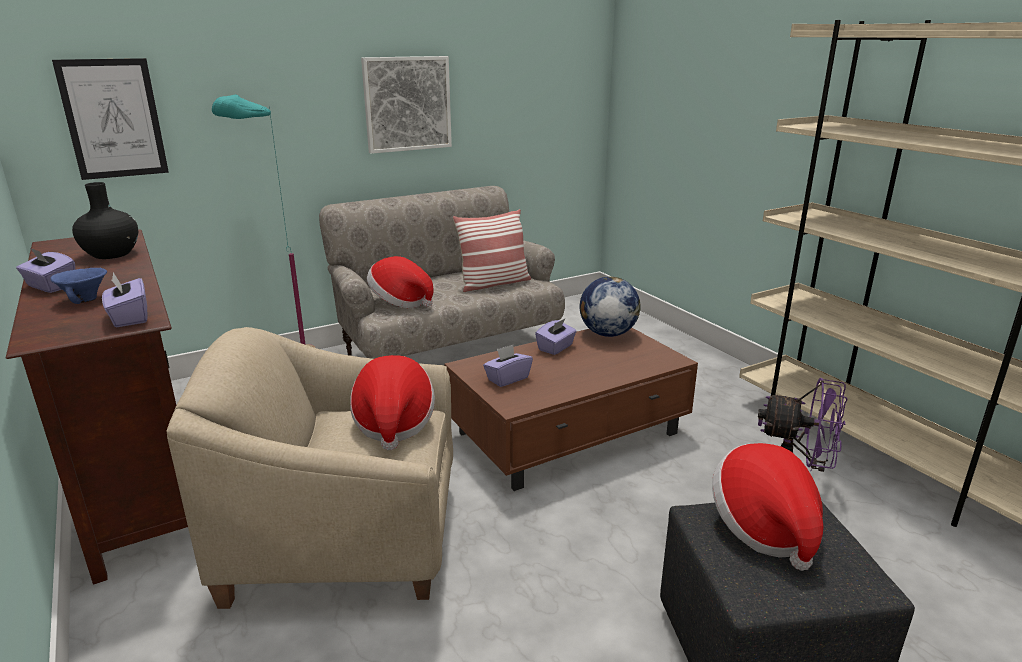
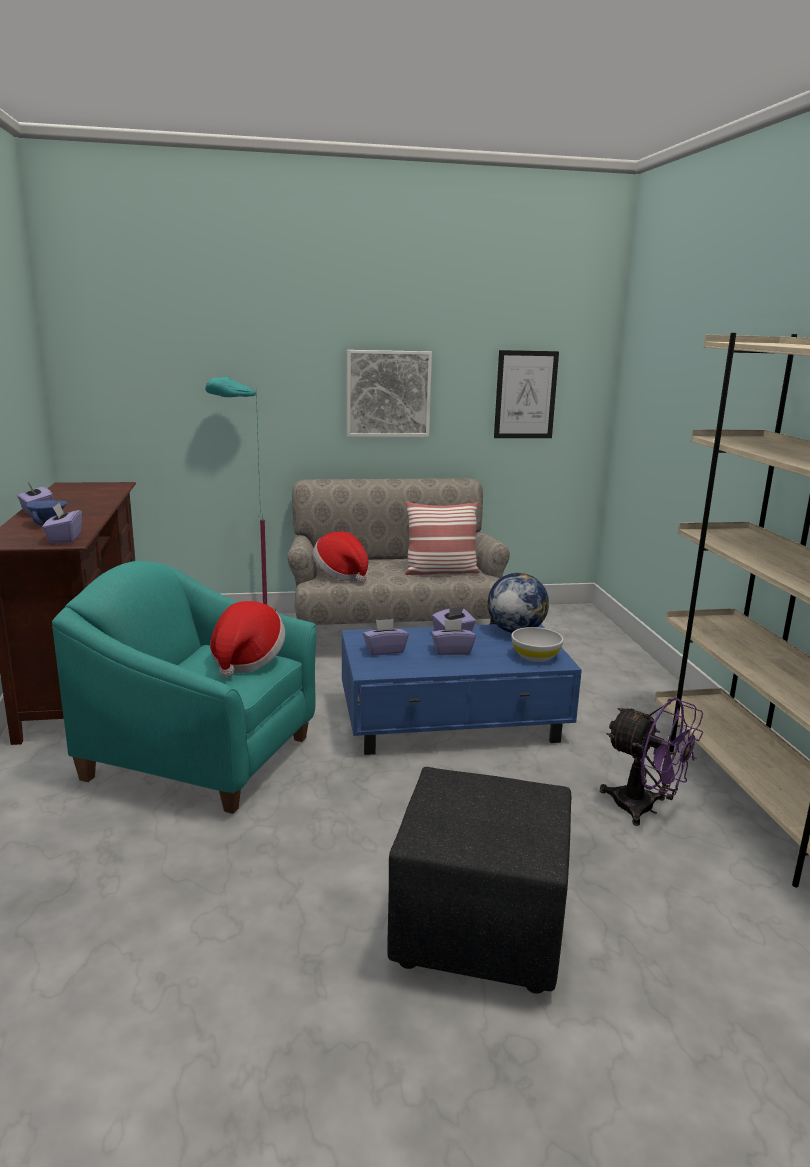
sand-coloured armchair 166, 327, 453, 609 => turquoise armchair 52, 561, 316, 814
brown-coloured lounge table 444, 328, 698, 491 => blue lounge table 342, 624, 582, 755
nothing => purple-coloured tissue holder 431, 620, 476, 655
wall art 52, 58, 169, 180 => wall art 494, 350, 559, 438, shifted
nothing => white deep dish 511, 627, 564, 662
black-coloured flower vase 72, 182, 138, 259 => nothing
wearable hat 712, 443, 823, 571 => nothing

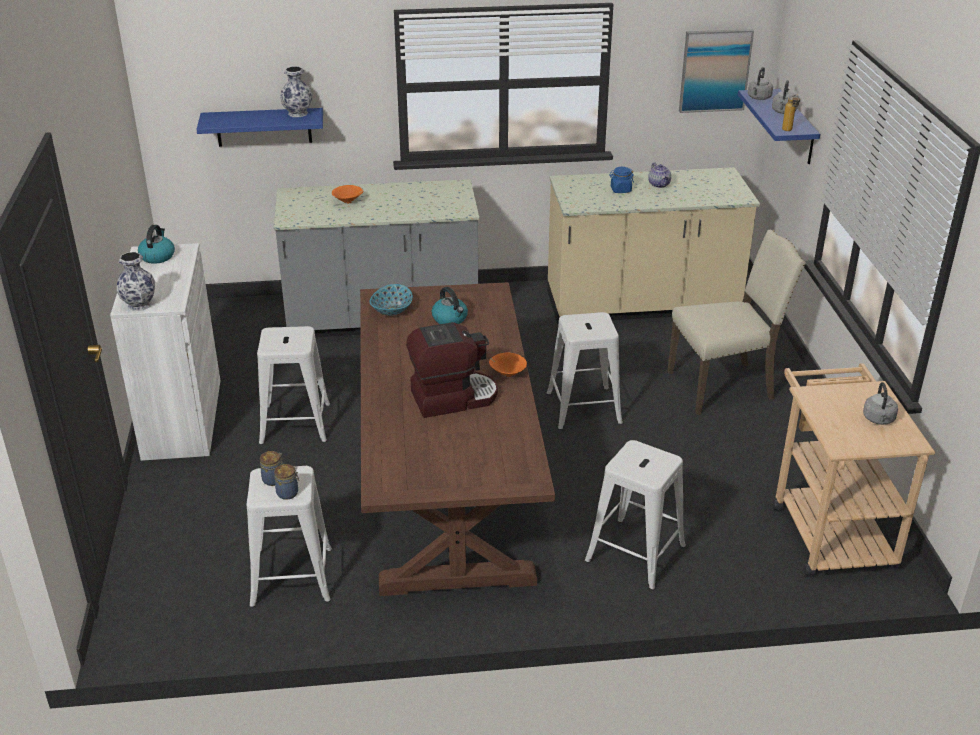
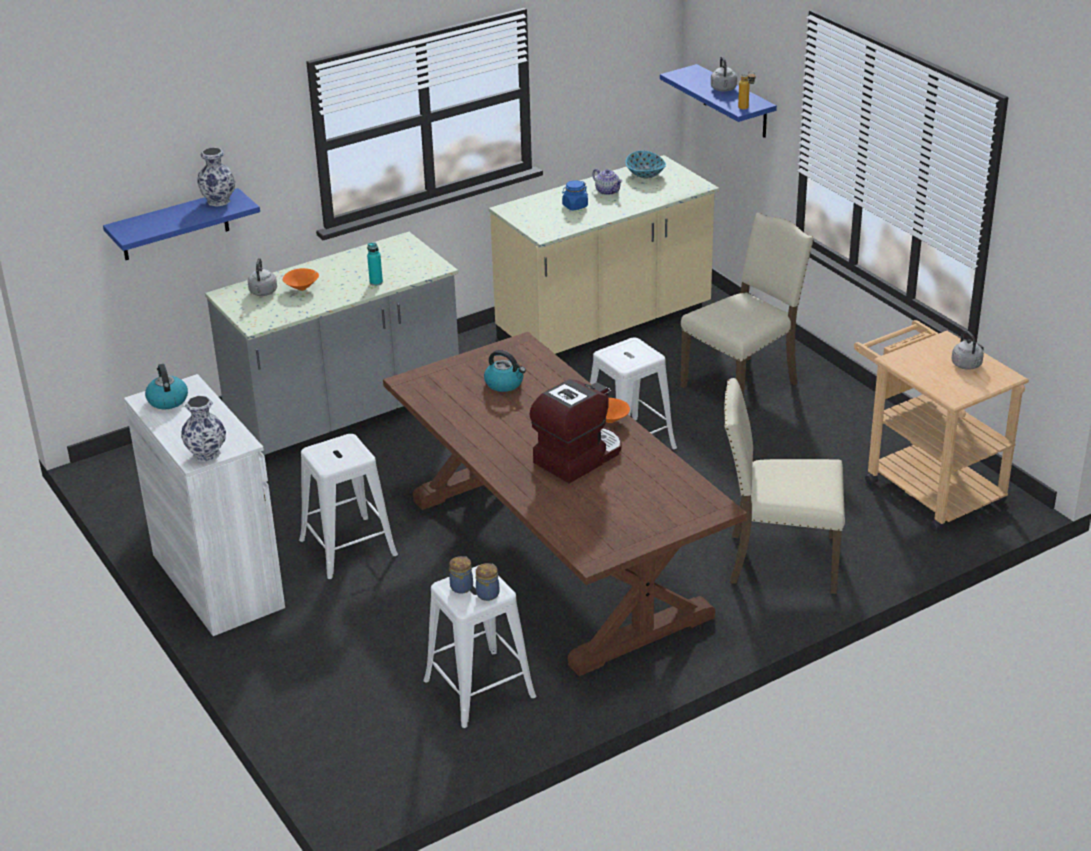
grey tea kettle 748, 67, 773, 100 => grey tea kettle 248, 258, 277, 296, shifted
nothing => turquoise bottle 367, 242, 383, 286
deep dish 370, 284, 413, 316 => deep dish 625, 151, 666, 179, shifted
white stool seat 585, 440, 686, 590 => sand-coloured upright chair 724, 378, 845, 594
wall art 679, 29, 754, 113 => nothing

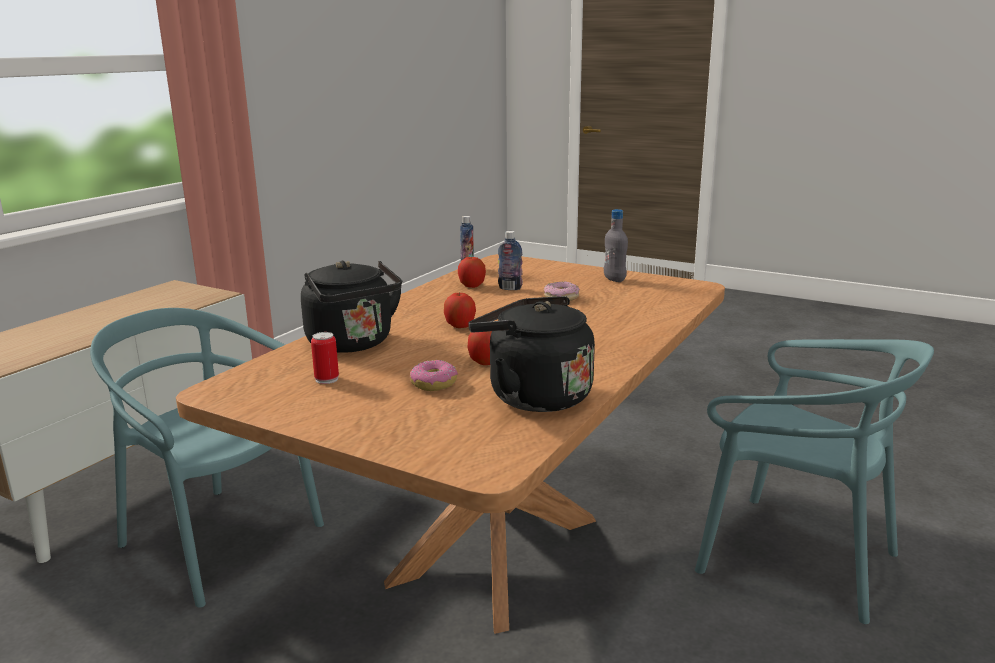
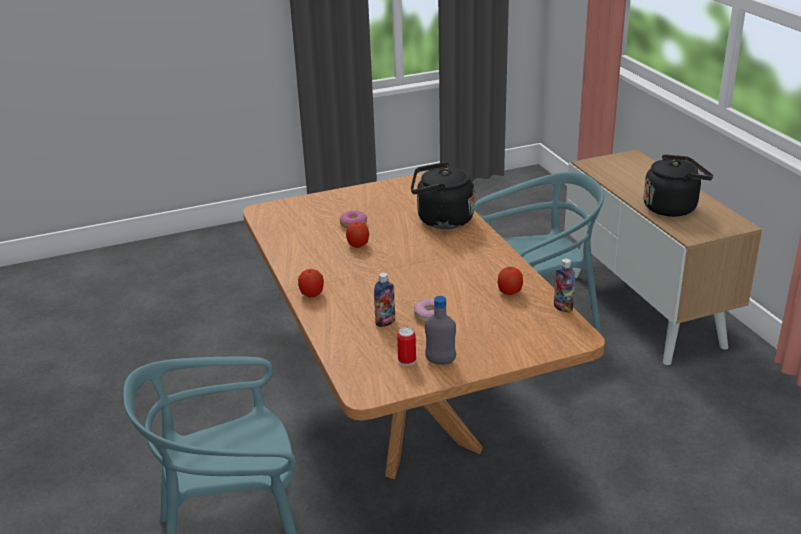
apple fruit 444, 292, 476, 328 => apple fruit 298, 269, 324, 298, shifted
bottle 498, 231, 523, 290 => bottle 374, 273, 395, 327, shifted
can 311, 332, 339, 384 => can 397, 327, 416, 366, shifted
black-coloured tea kettle 468, 296, 595, 412 => black-coloured tea kettle 643, 154, 713, 217, shifted

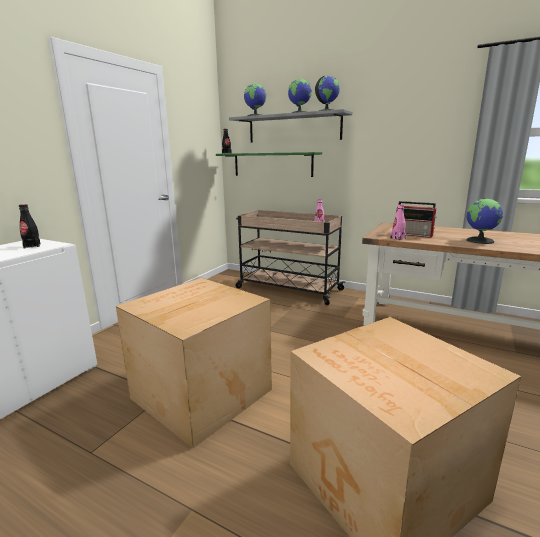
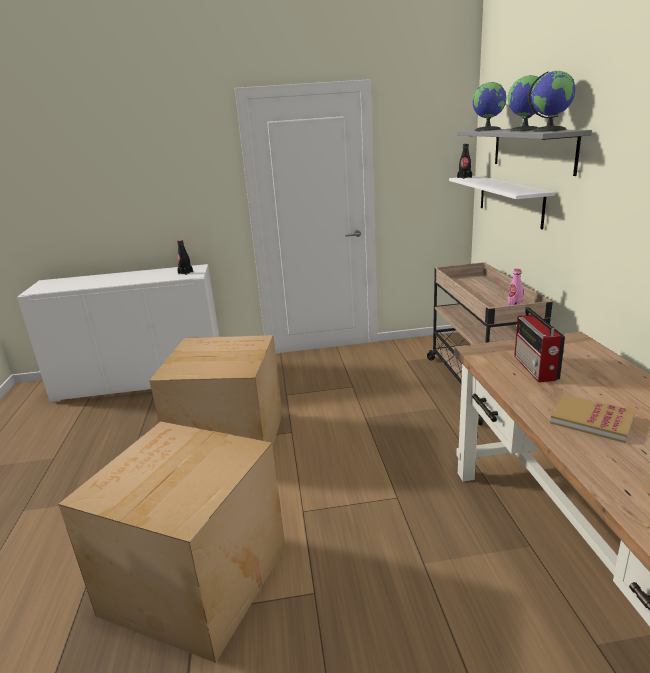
greenish wall shelf 216, 152, 322, 177 => white wall shelf 449, 176, 555, 229
globe 466, 198, 503, 244 => bound book 550, 394, 635, 443
pinkish bottle 390, 204, 406, 240 => nothing

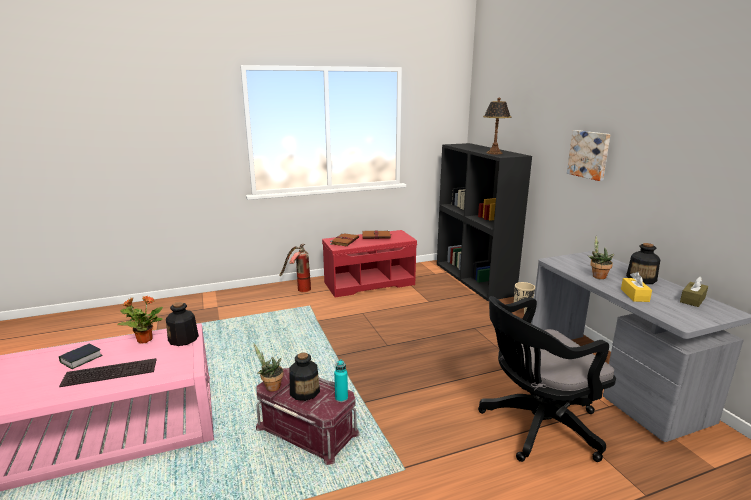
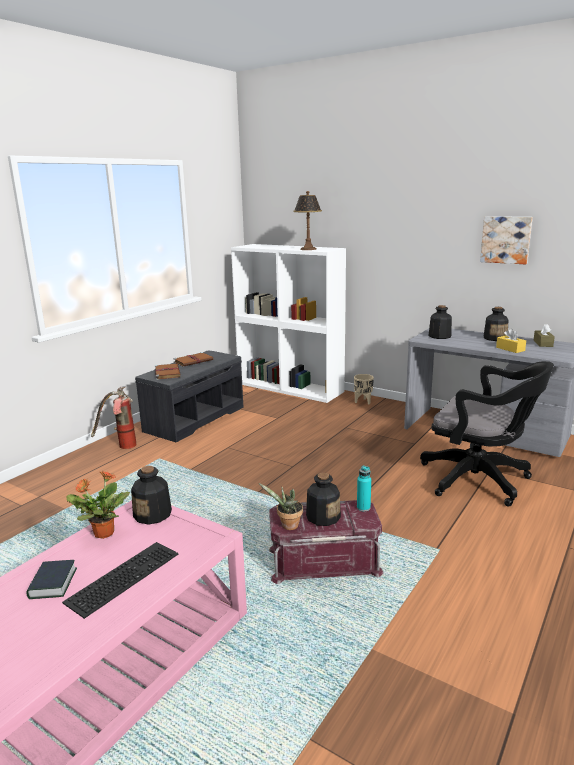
red indoor bench 322, 230, 417, 298 => grey indoor bench 135, 350, 243, 443
black-coloured shelving unit 437, 143, 532, 301 => white shelving unit 231, 244, 346, 403
black-coloured computer chair 478, 296, 616, 462 => black-coloured computer chair 420, 361, 554, 507, 90 degrees counterclockwise
nothing => bottle 428, 305, 452, 339
wall art 567, 130, 611, 181 => wall art 480, 216, 533, 264, shifted
potted plant 588, 236, 615, 279 => nothing

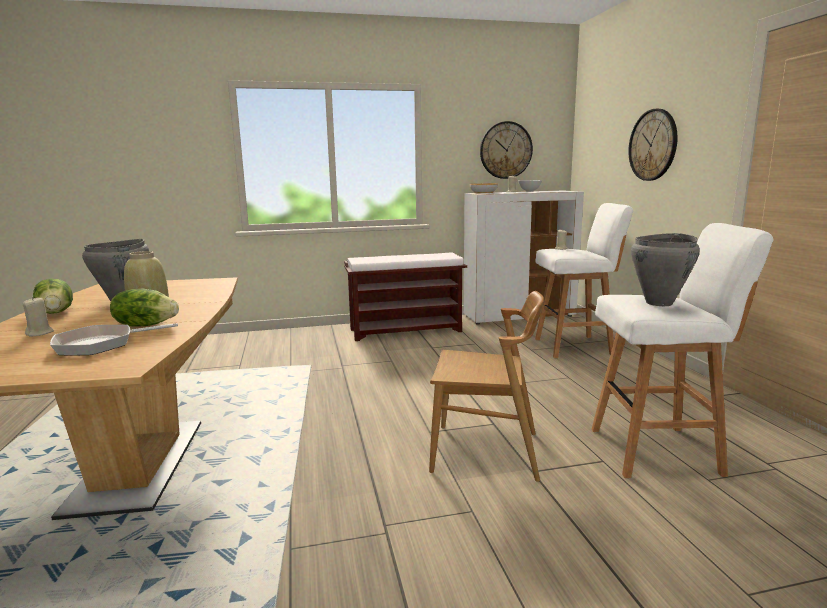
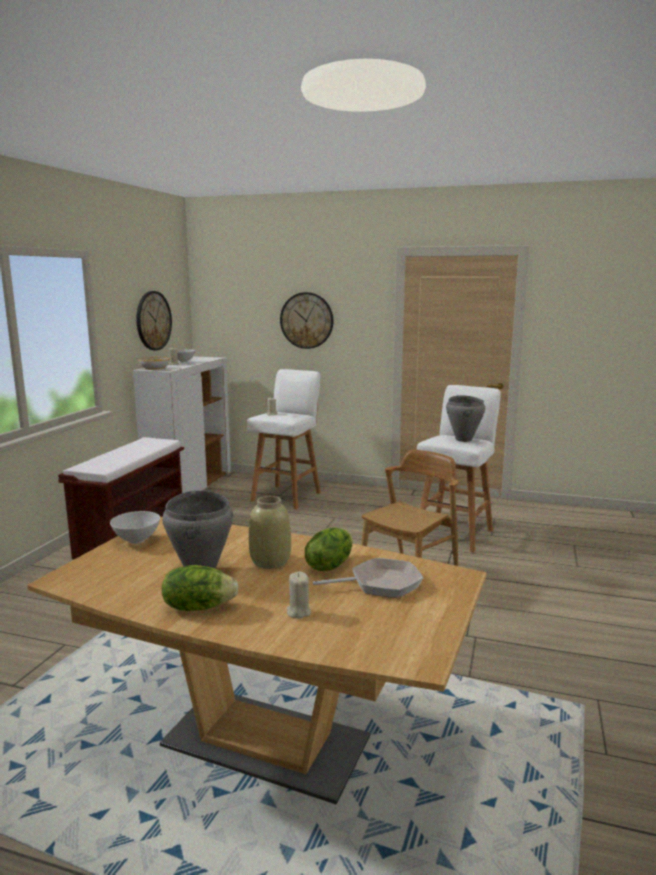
nothing => white deep dish 110, 511, 160, 544
frying pan 50, 323, 178, 355 => frying pan 313, 558, 423, 598, 105 degrees counterclockwise

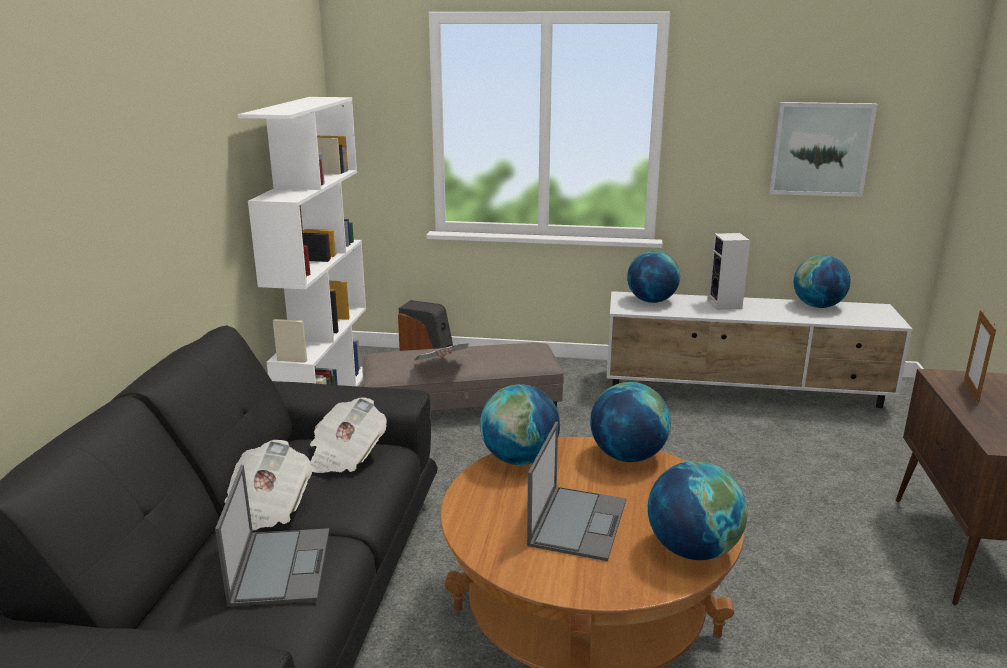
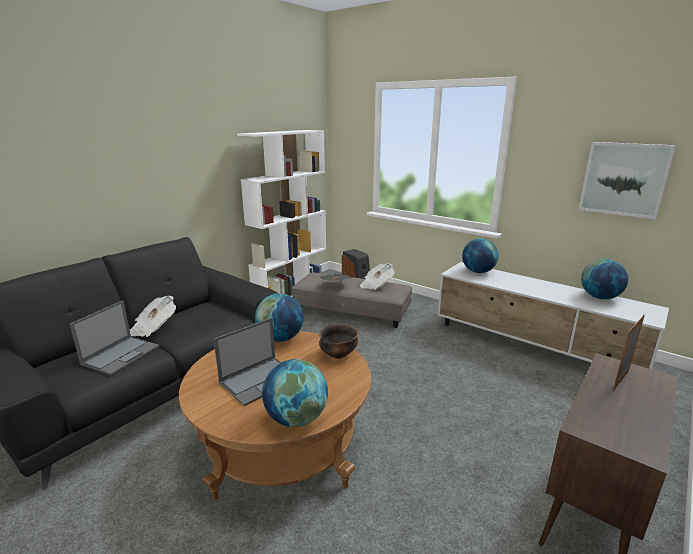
globe 590, 382, 671, 462 => deep dish 319, 324, 358, 359
daily paper 310, 397, 387, 473 => daily paper 360, 263, 395, 290, shifted
loudspeaker 707, 233, 750, 310 => nothing

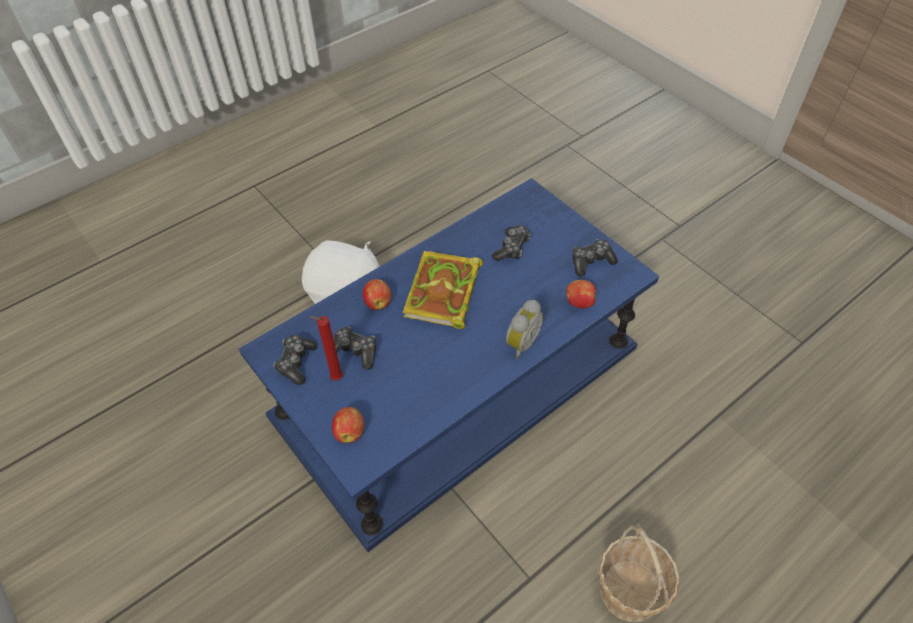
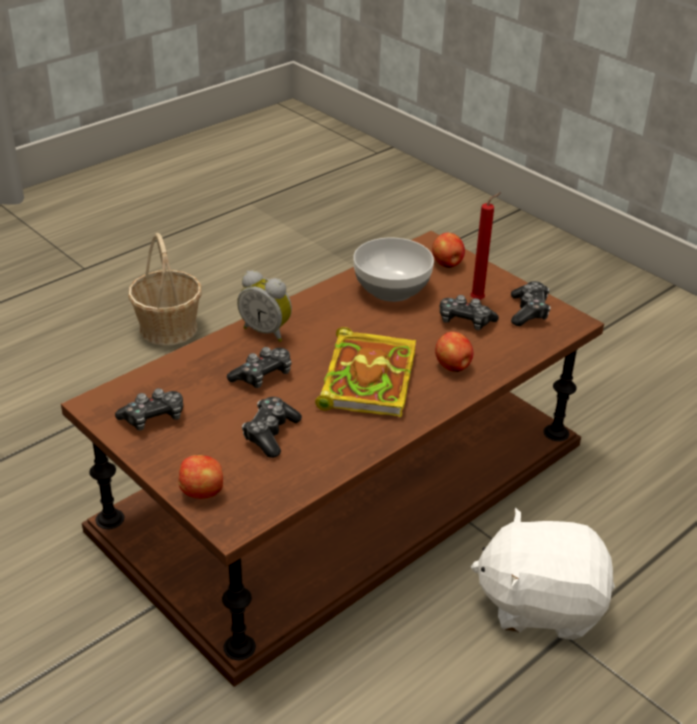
blue lounge table 239, 178, 659, 552 => brown-coloured lounge table 61, 231, 604, 687
apple fruit 566, 280, 596, 308 => apple fruit 178, 455, 223, 499, shifted
nothing => gamepad 227, 347, 291, 388
alarm clock 506, 300, 544, 358 => alarm clock 237, 271, 292, 342, 90 degrees counterclockwise
nothing => deep dish 353, 238, 434, 302

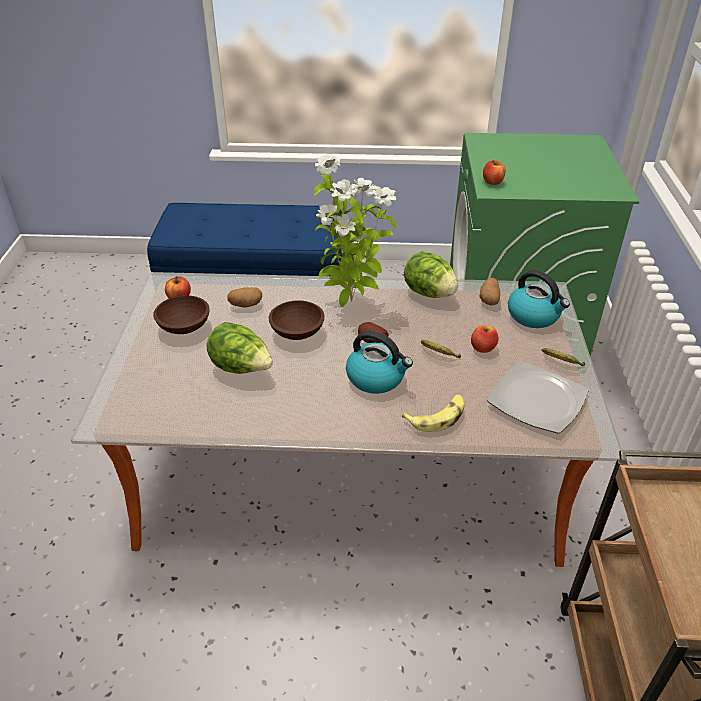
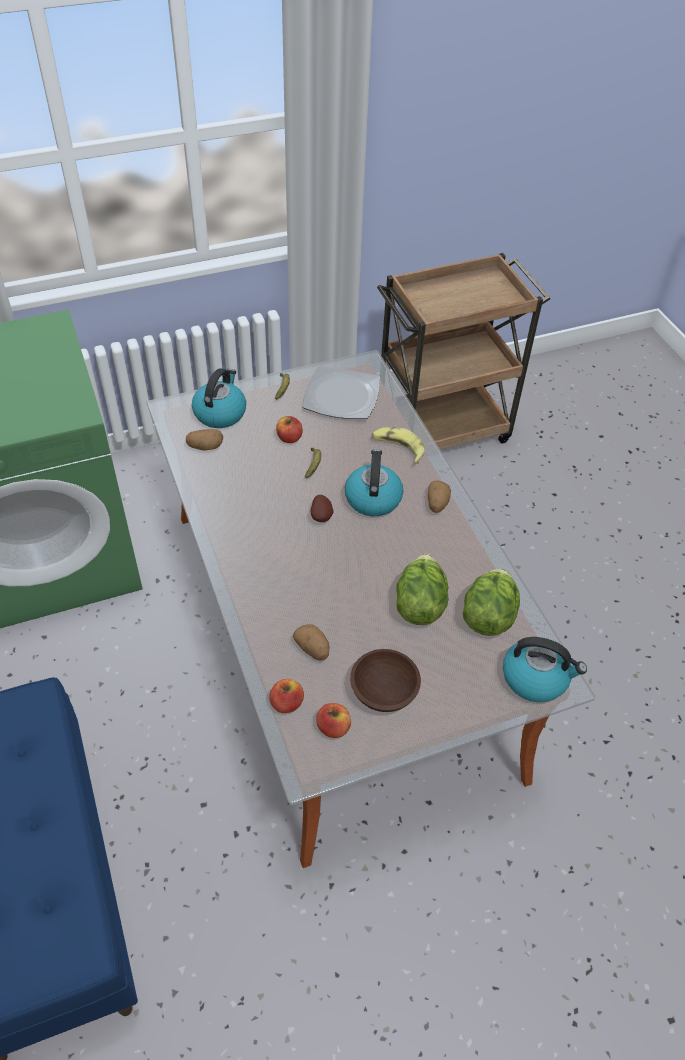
apple fruit 483, 160, 506, 185 => apple fruit 269, 679, 304, 713, shifted
nothing => potato 428, 480, 451, 513
lettuce 404, 251, 458, 298 => lettuce 463, 569, 520, 636, shifted
nothing => tea kettle 503, 637, 587, 702
brown-coloured deep dish 269, 300, 325, 340 => nothing
potted plant 314, 155, 396, 307 => nothing

